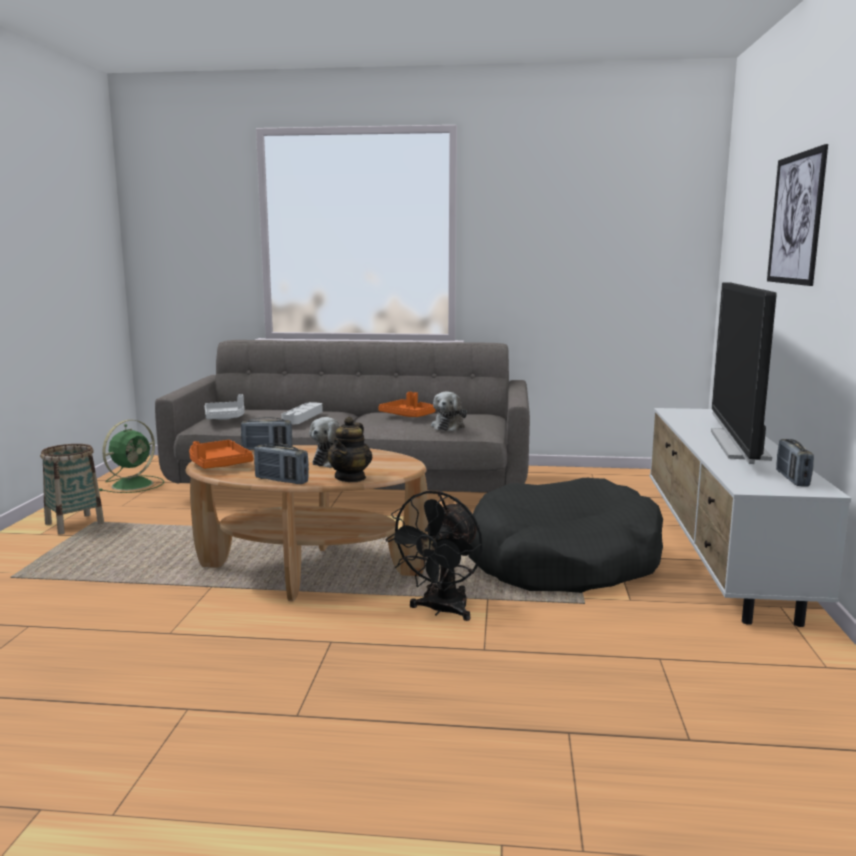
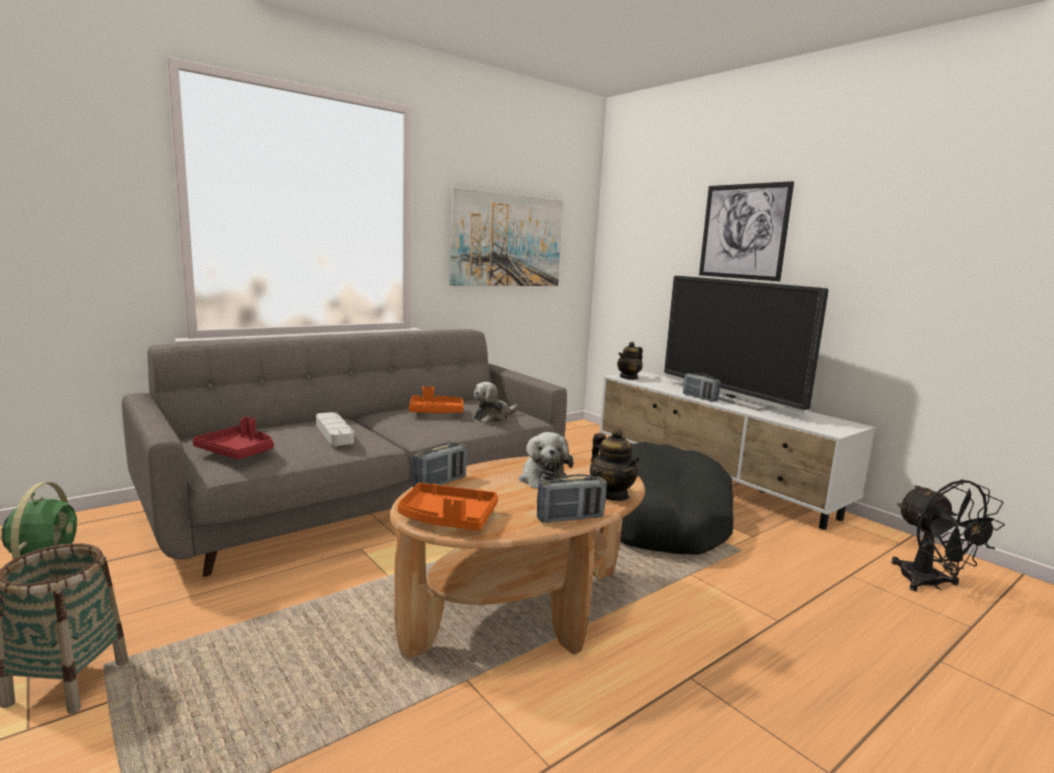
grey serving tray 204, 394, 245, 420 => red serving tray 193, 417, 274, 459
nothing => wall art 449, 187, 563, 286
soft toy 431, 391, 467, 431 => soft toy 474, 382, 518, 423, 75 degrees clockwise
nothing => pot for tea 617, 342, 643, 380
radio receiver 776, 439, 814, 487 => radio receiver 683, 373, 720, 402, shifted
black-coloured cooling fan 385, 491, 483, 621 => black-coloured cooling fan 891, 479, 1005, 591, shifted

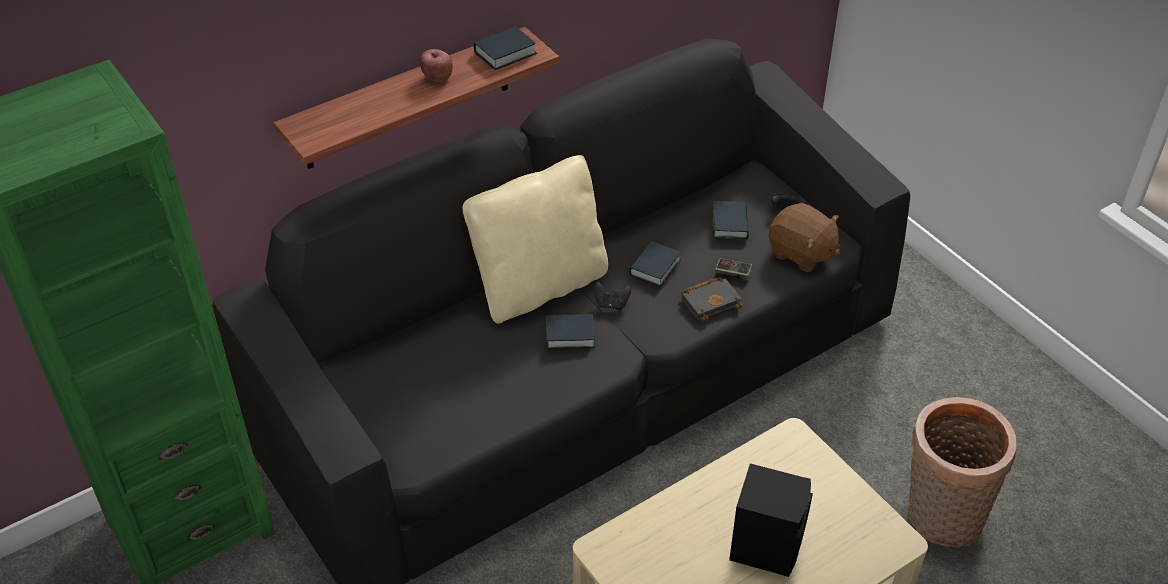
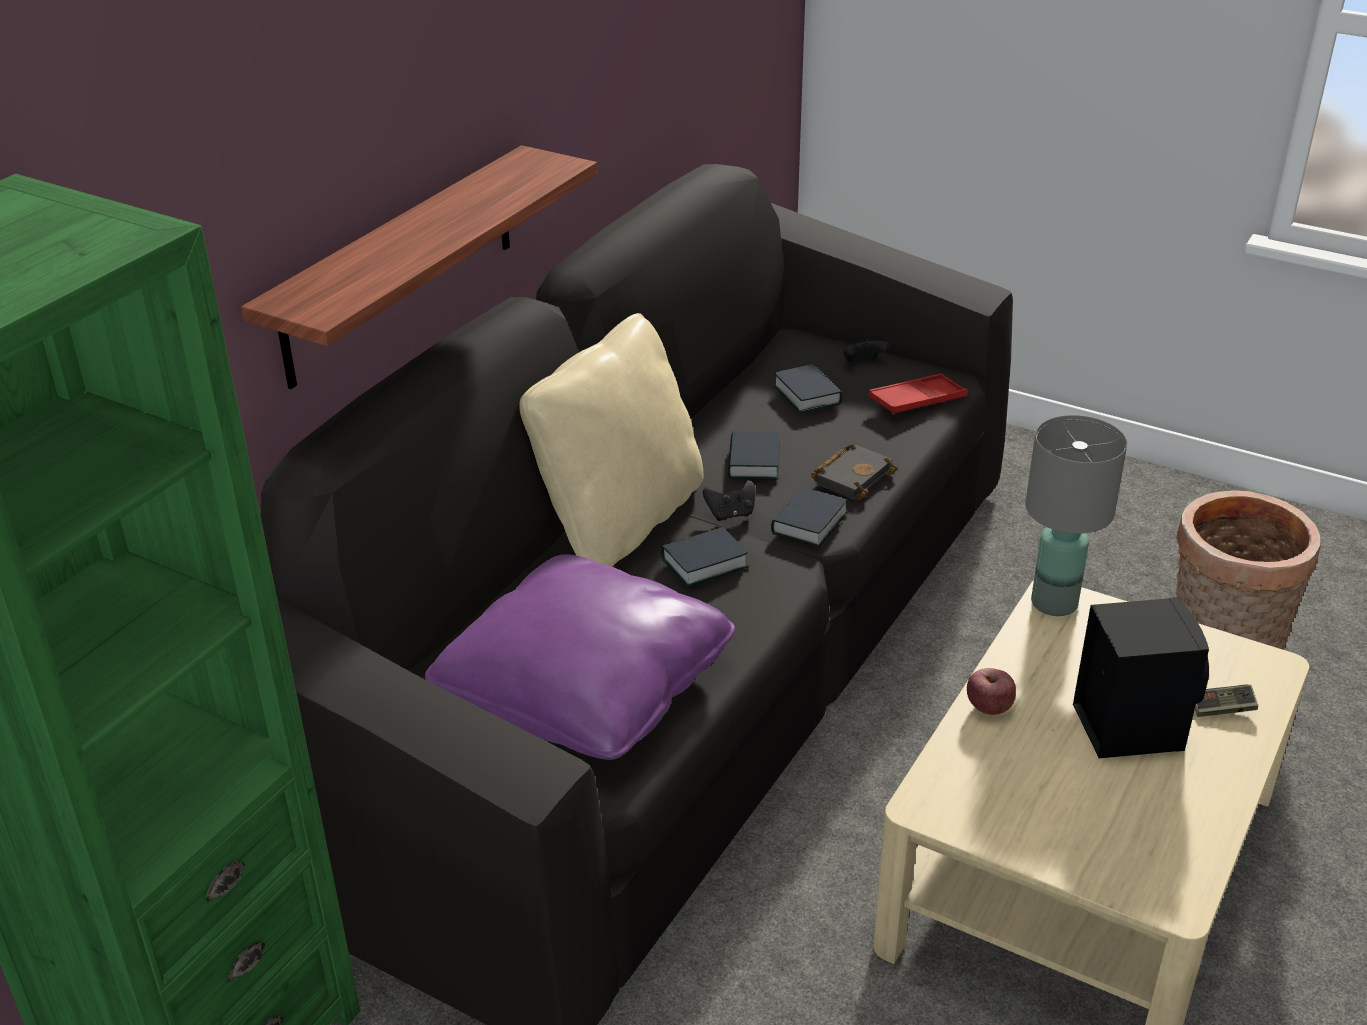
nothing => purple-coloured cushion 425, 554, 735, 760
bound book 474, 26, 537, 70 => bound book 771, 487, 848, 547, shifted
brown-coloured soft toy 769, 203, 840, 272 => red serving tray 869, 373, 968, 415
apple fruit 420, 49, 453, 82 => apple fruit 967, 668, 1016, 715, shifted
nothing => grey lamp for a table 1026, 415, 1127, 616
gamepad 715, 258, 753, 279 => gamepad 1195, 685, 1258, 717, shifted

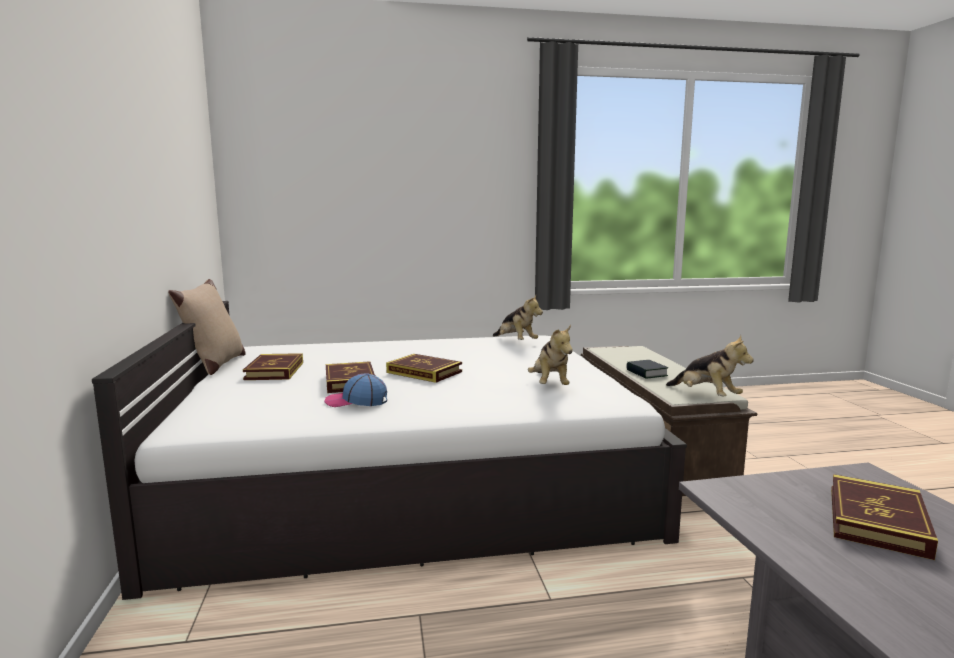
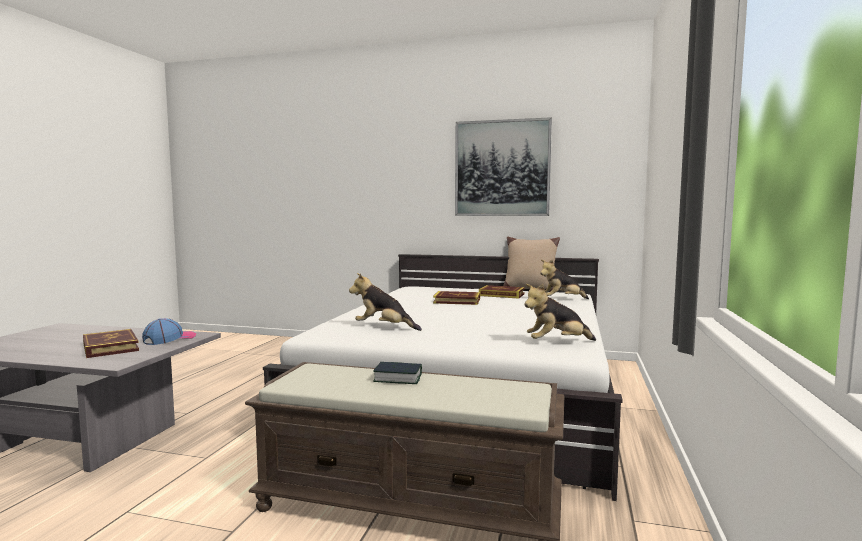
baseball cap 324, 373, 387, 407 => baseball cap 142, 318, 196, 345, shifted
nothing => wall art 455, 117, 552, 216
soft toy 666, 335, 754, 396 => soft toy 540, 259, 589, 299, shifted
bound book 386, 354, 462, 383 => nothing

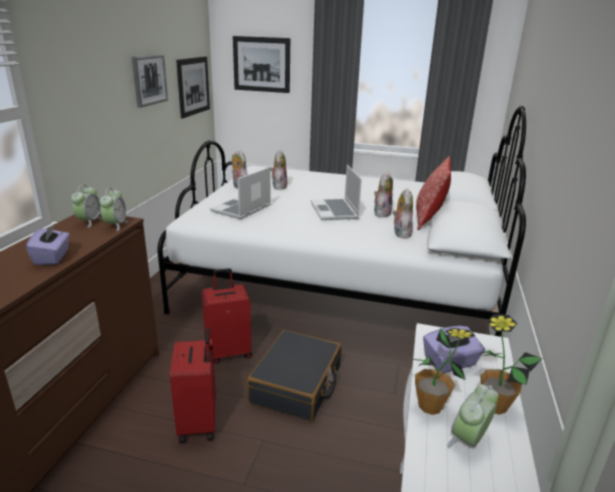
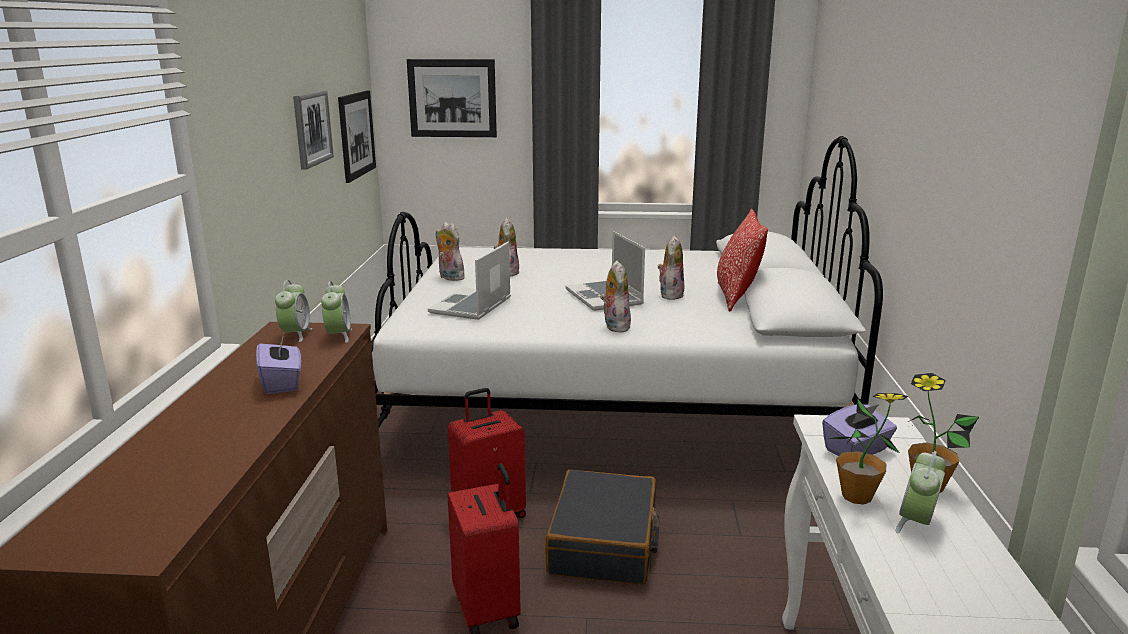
soft toy 393, 188, 413, 239 => soft toy 601, 260, 631, 332, shifted

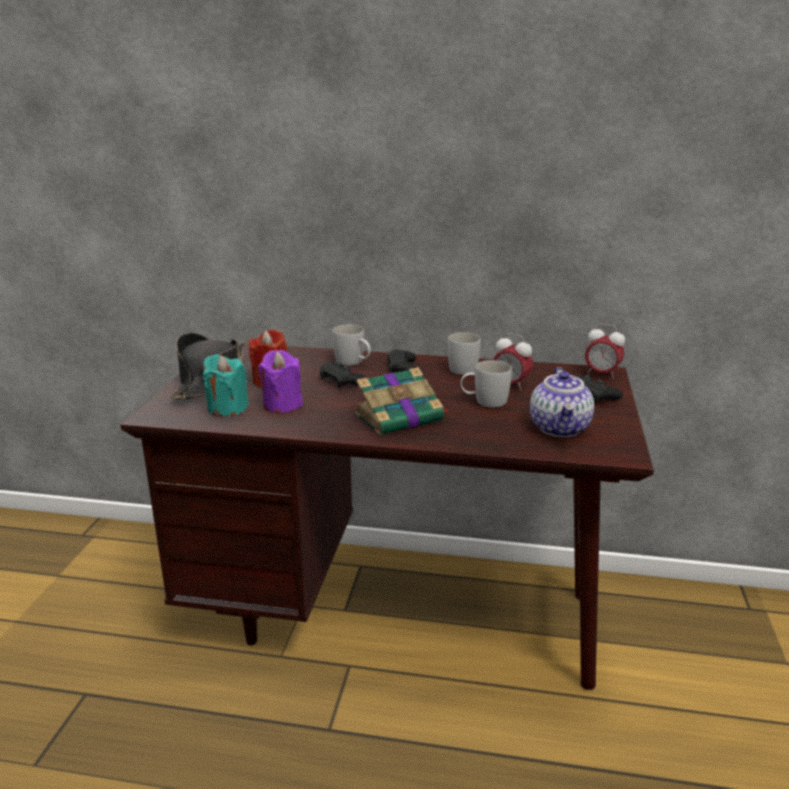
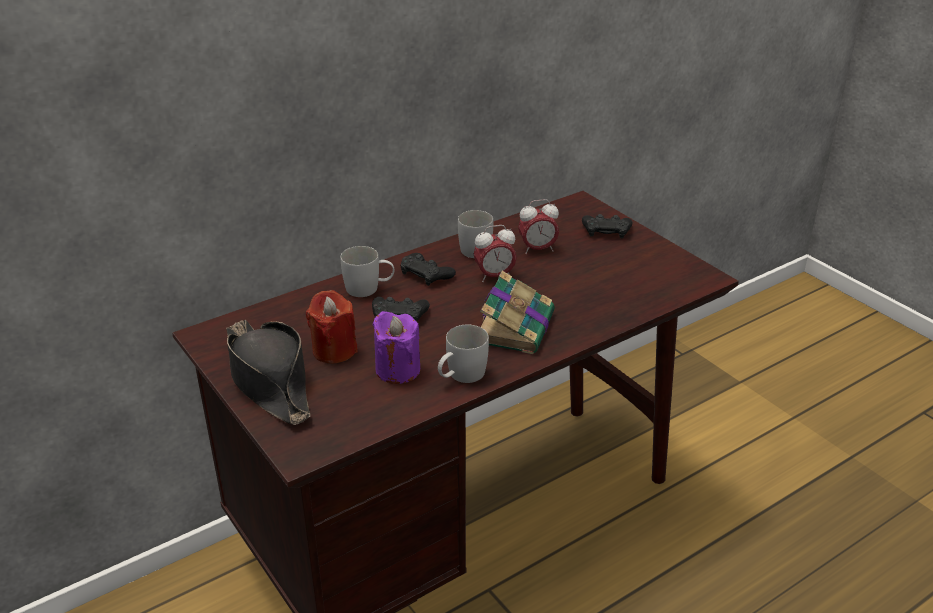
white coffee mug 460, 360, 512, 408 => white coffee mug 438, 325, 489, 383, shifted
alarm clock 585, 324, 625, 379 => alarm clock 474, 225, 517, 282, shifted
turquoise wax light 203, 354, 249, 417 => nothing
pot for tea 530, 367, 594, 437 => nothing

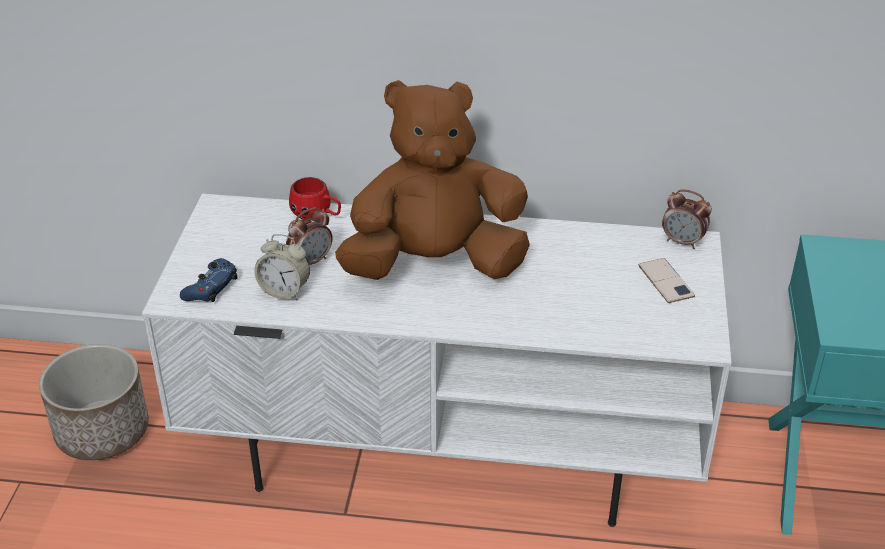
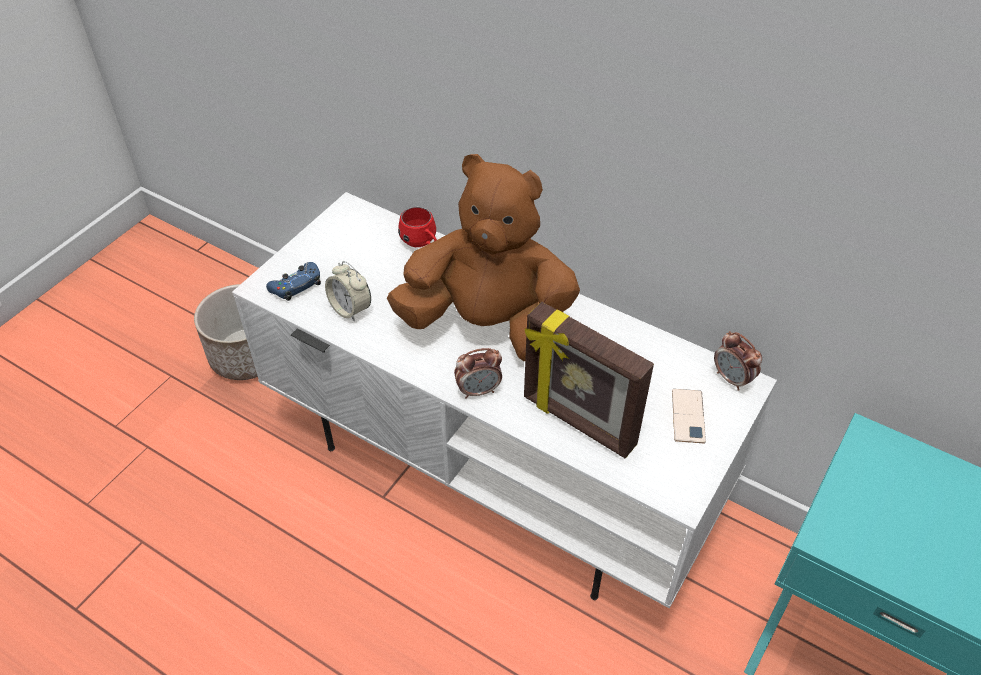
alarm clock 286, 207, 333, 265 => alarm clock 454, 348, 502, 399, shifted
nothing => standing frame 524, 301, 654, 458

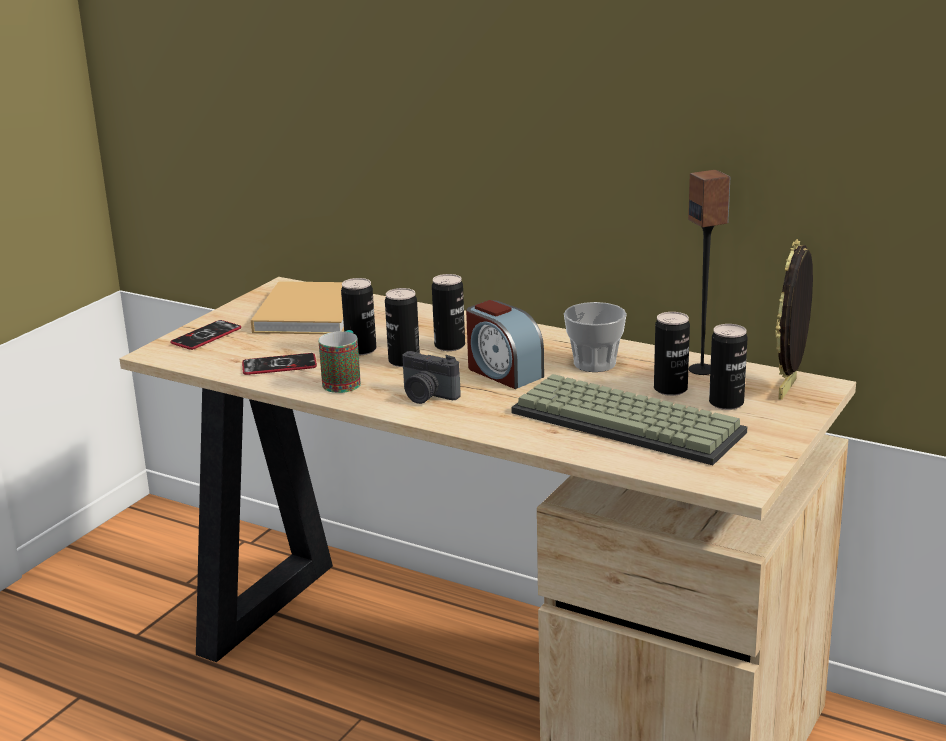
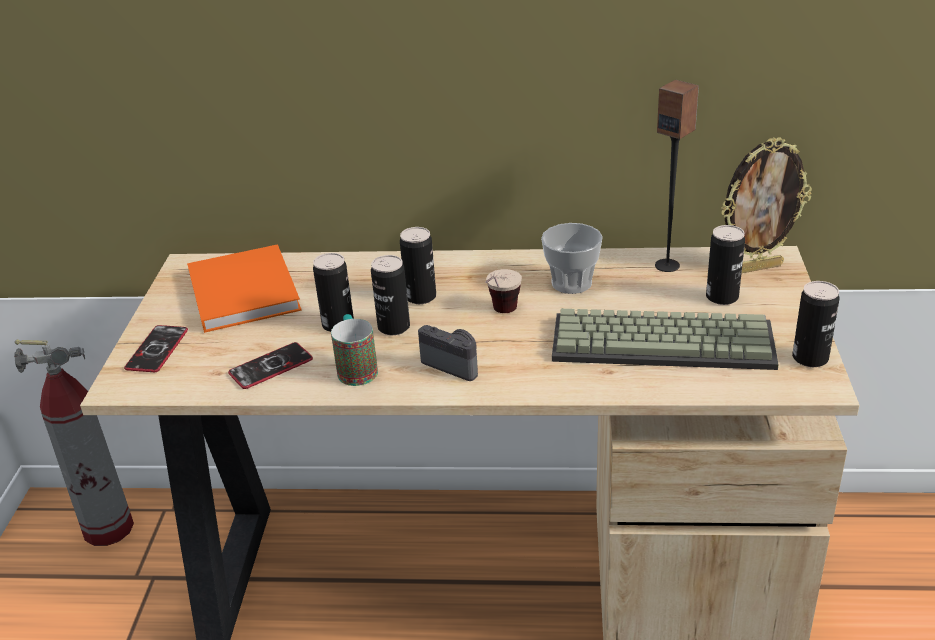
nothing => extinguisher 14, 339, 134, 546
sand-coloured bound book 251, 281, 344, 334 => orangey bound book 187, 244, 302, 333
still camera 402, 351, 461, 404 => still camera 418, 325, 478, 381, 150 degrees counterclockwise
alarm clock 466, 300, 544, 389 => cup 485, 269, 522, 313
standing frame 775, 239, 813, 400 => standing frame 721, 137, 812, 273, 105 degrees counterclockwise
can 654, 312, 690, 396 => can 792, 281, 840, 367, shifted

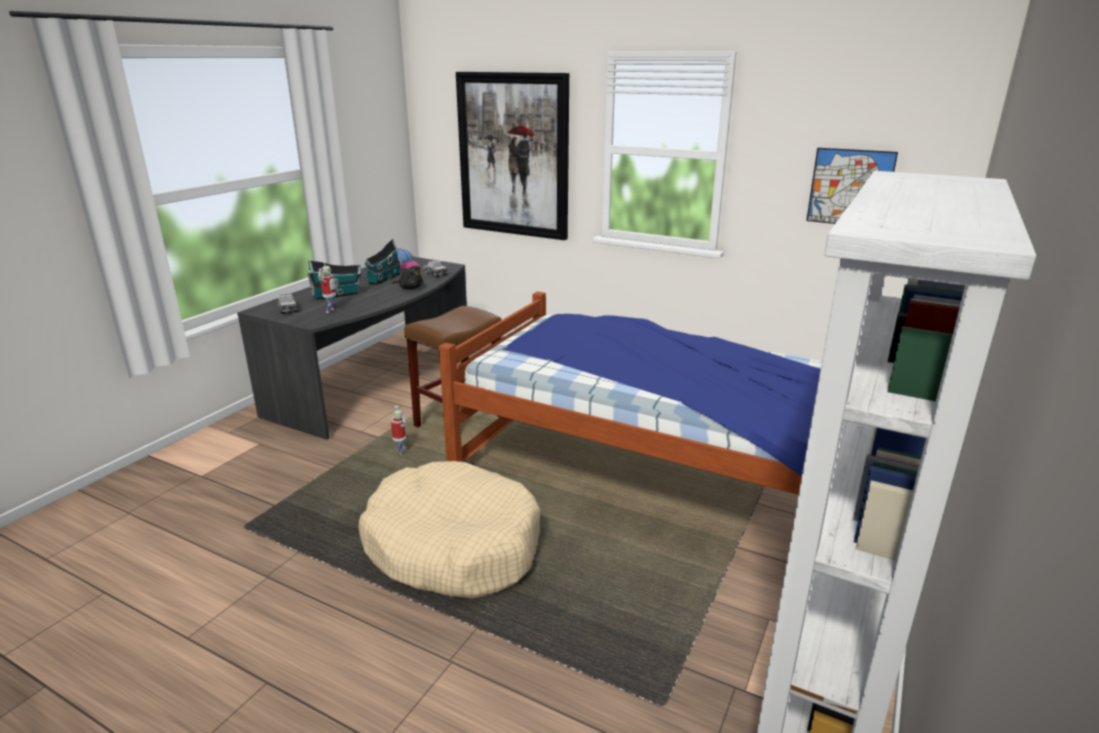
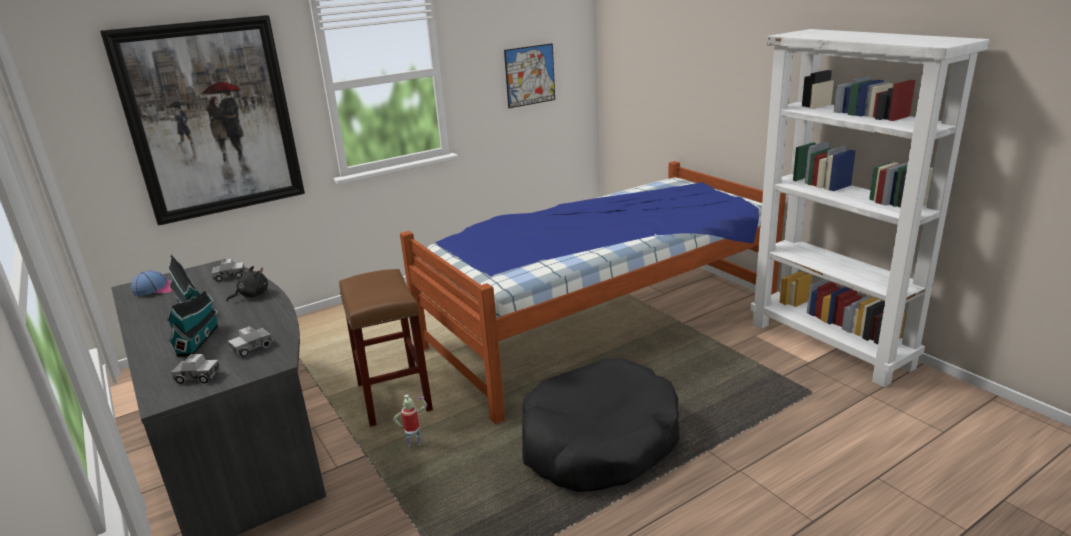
toy robot 318, 261, 340, 313 => toy truck 228, 326, 273, 357
sand-coloured pet bed 358, 461, 540, 598 => black-coloured pet bed 522, 358, 680, 492

